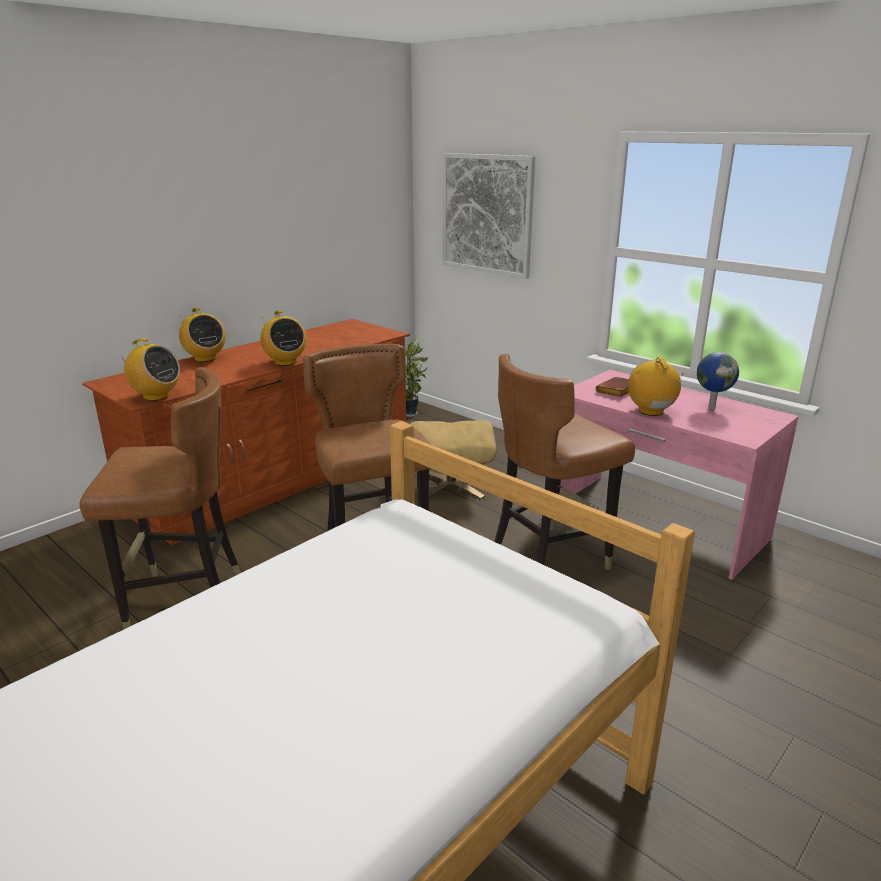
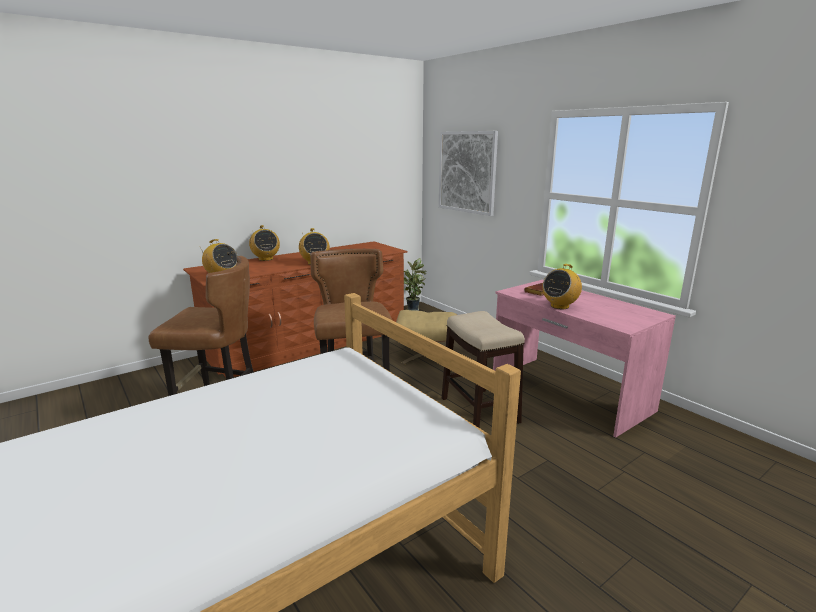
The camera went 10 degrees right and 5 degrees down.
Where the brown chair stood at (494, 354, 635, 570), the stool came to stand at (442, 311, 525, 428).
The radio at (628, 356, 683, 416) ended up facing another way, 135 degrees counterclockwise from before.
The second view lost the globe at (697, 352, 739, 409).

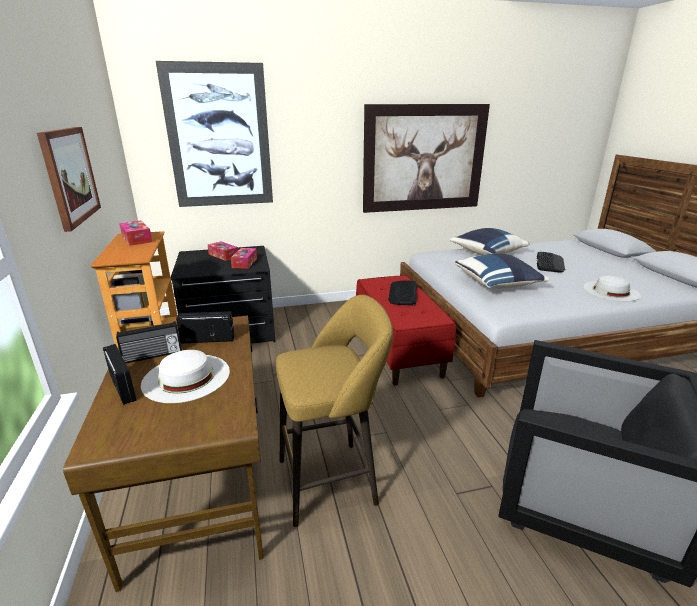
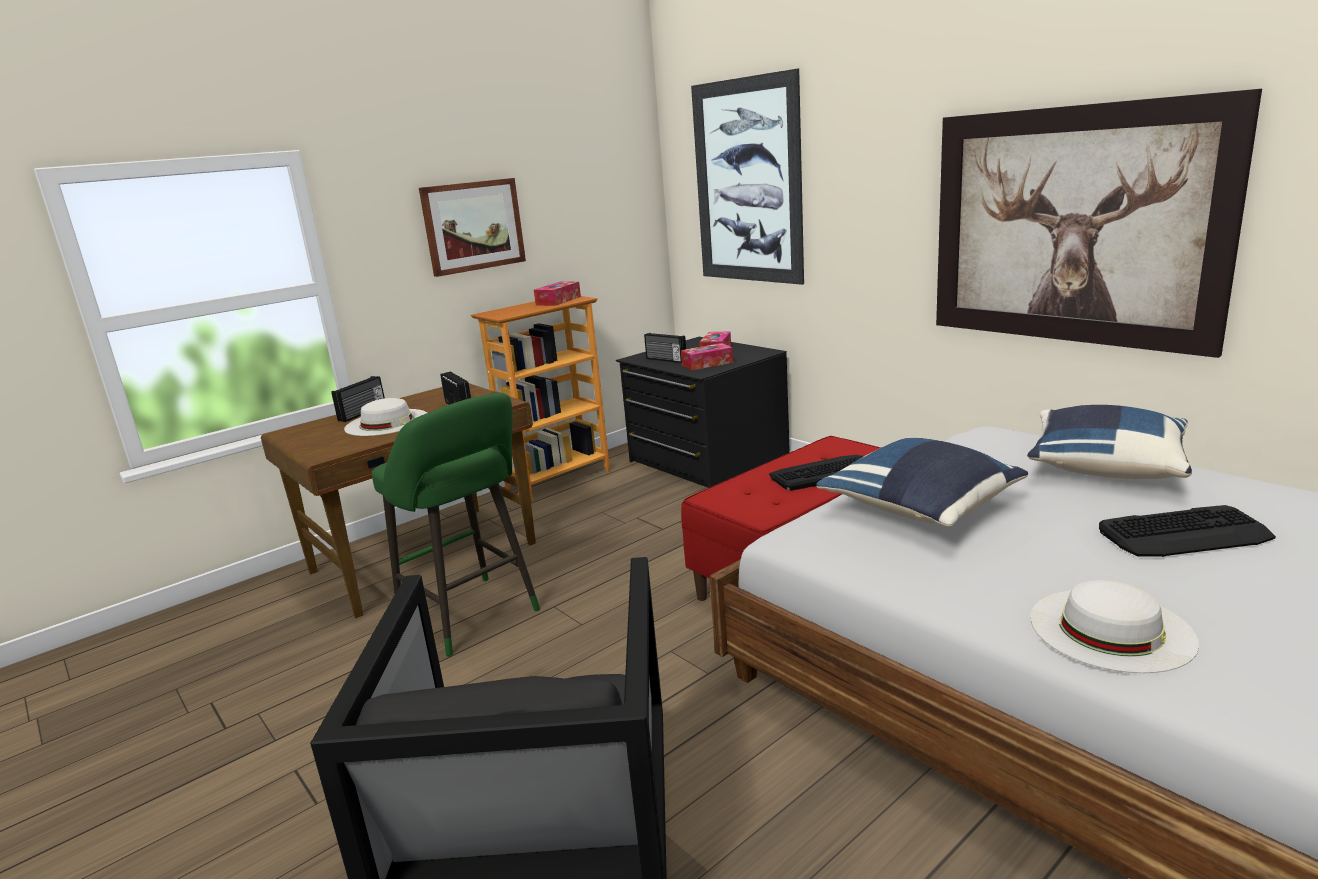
The camera went 65 degrees right and 5 degrees down.
The radio ended up elsewhere, having gone from (116, 321, 182, 364) to (644, 333, 686, 363).
What was the yellow stool at (276, 295, 393, 527) turned into the green stool at (372, 393, 540, 656).

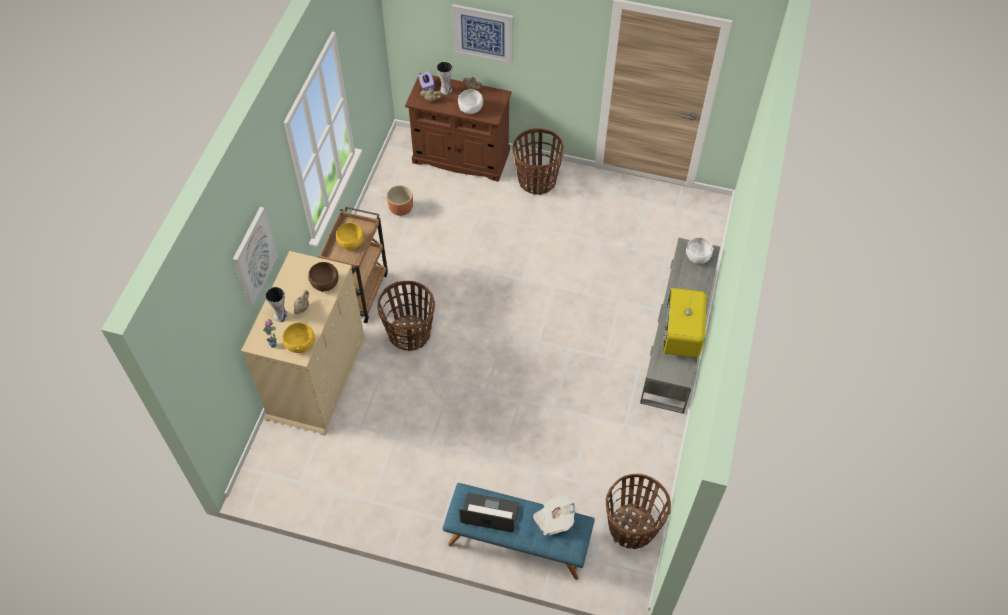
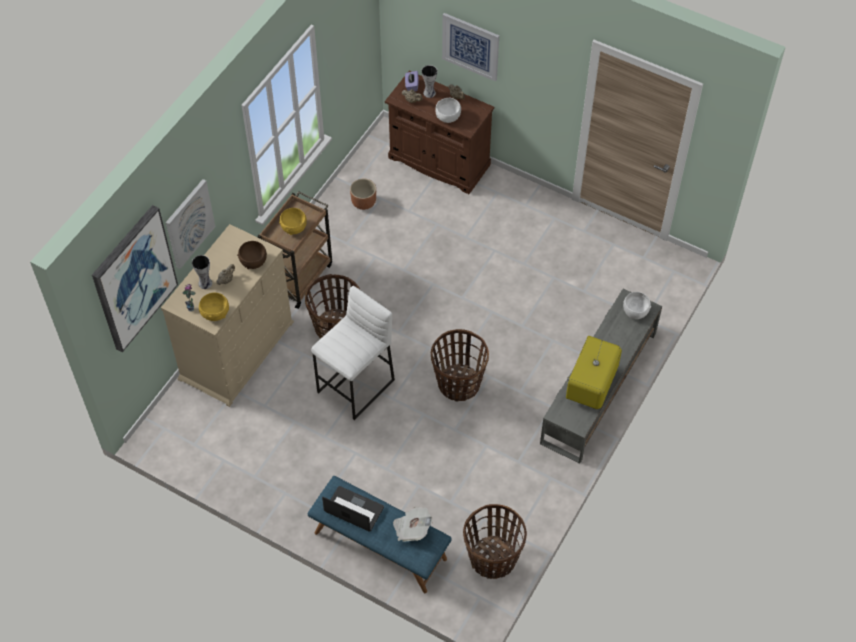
The camera went 15 degrees right and 0 degrees up.
The basket ended up elsewhere, having gone from (513, 128, 564, 195) to (431, 329, 489, 401).
The second view gained the picture at (92, 205, 178, 352).
The second view gained the white stool at (311, 286, 395, 420).

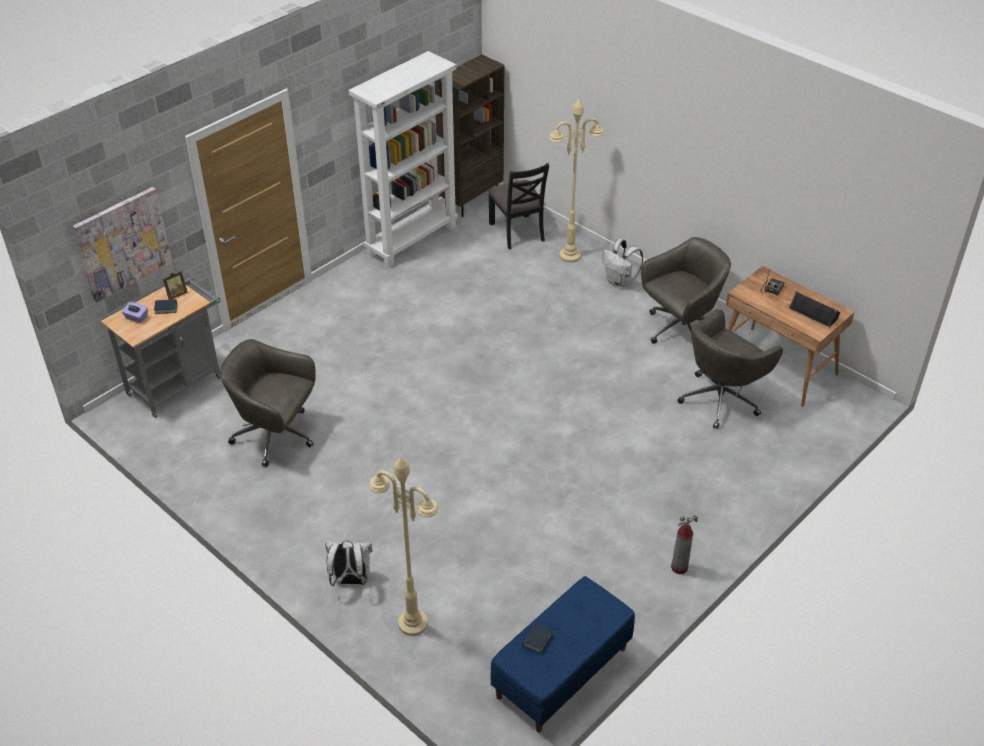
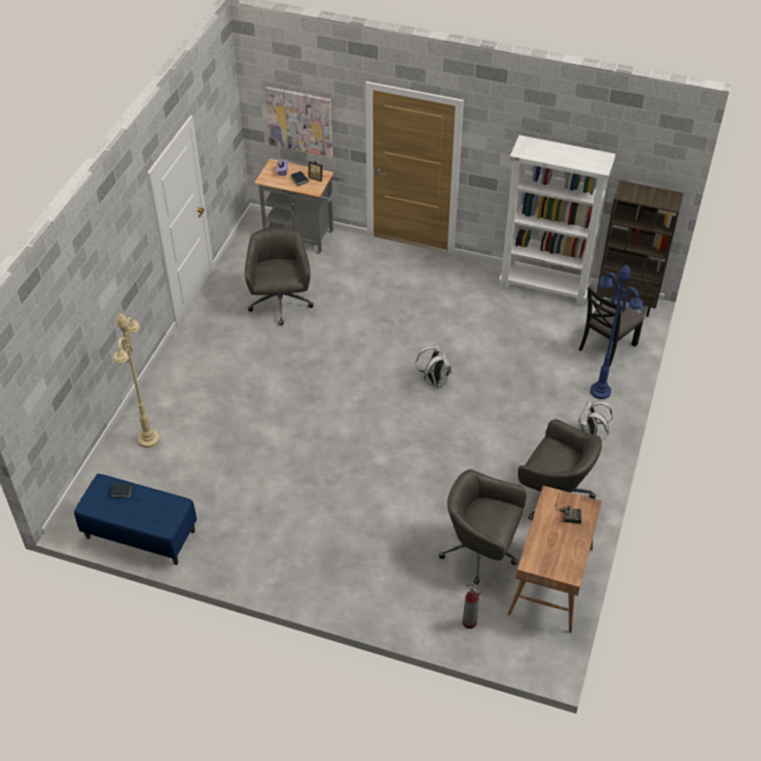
The camera went 65 degrees right and 5 degrees up.
The white backpack ended up elsewhere, having gone from (325, 540, 373, 586) to (415, 344, 452, 388).
What was the beige floor lamp at (549, 99, 604, 263) turned into the blue floor lamp at (590, 264, 643, 399).
The fire extinguisher ended up elsewhere, having gone from (671, 515, 698, 574) to (462, 582, 481, 629).
The second view lost the black speaker at (789, 291, 840, 328).

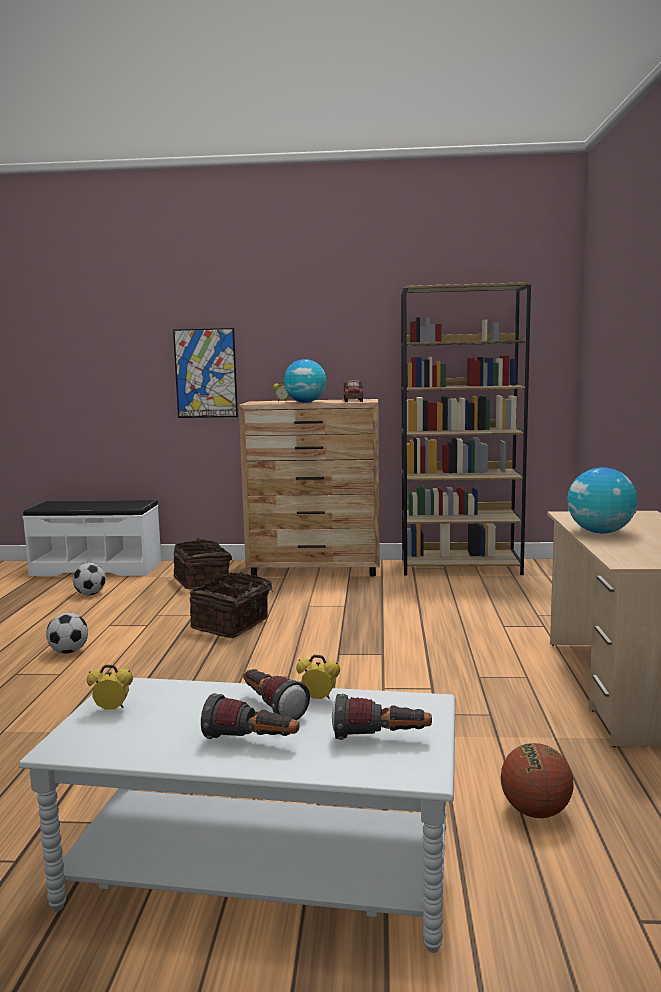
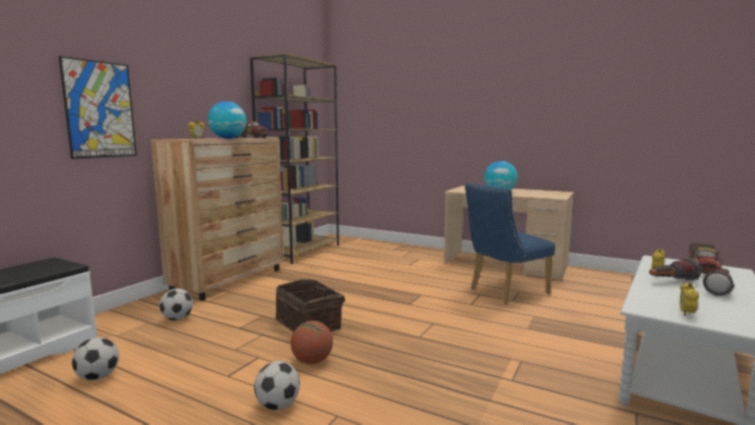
The camera went 65 degrees left and 0 degrees up.
Where the basket stood at (174, 538, 232, 589), the football came to stand at (159, 289, 193, 320).
Where the flashlight stood at (332, 694, 432, 740), the toy truck came to stand at (689, 242, 721, 274).
The basketball ended up elsewhere, having gone from (501, 743, 574, 818) to (291, 321, 333, 364).
The second view gained the blue chair at (465, 183, 555, 304).

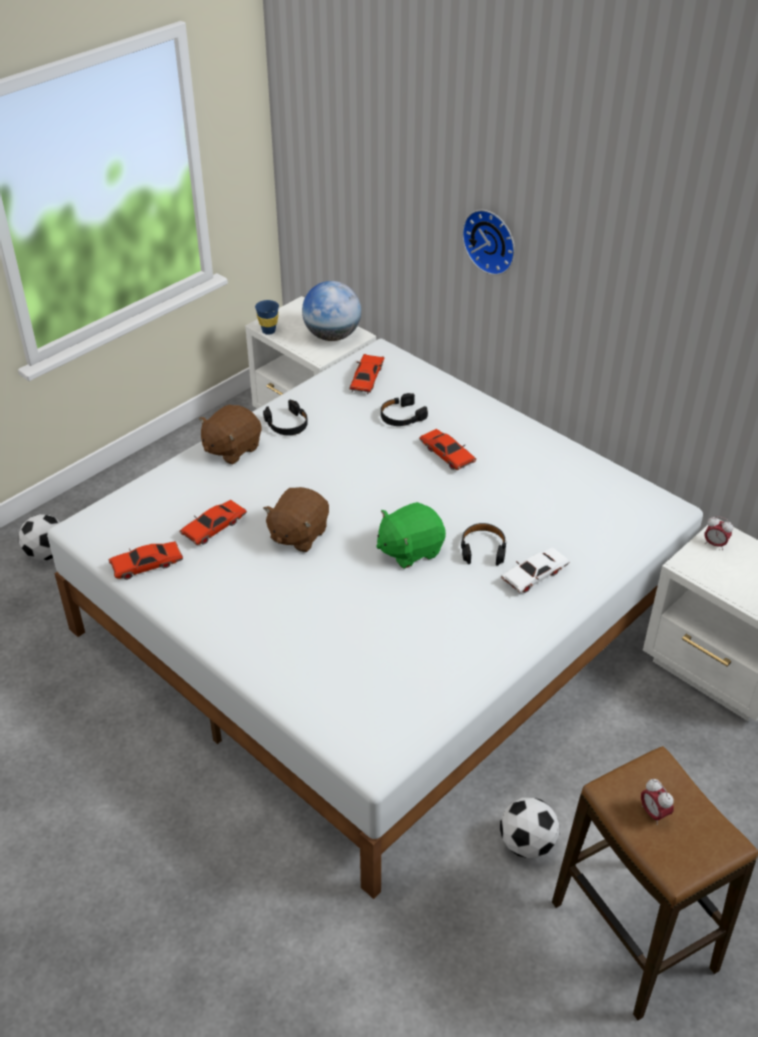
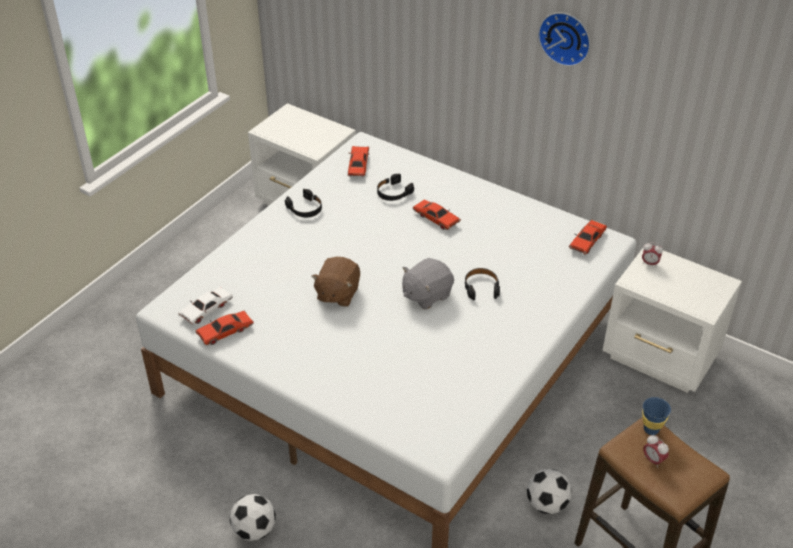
The camera went 10 degrees left and 0 degrees up.
The football ended up elsewhere, having gone from (19, 514, 61, 561) to (230, 494, 276, 541).
The red toy car ended up elsewhere, having gone from (179, 500, 247, 545) to (569, 220, 607, 255).
The second view lost the brown plush toy at (199, 405, 262, 464).
The blue cup ended up elsewhere, having gone from (255, 300, 279, 335) to (642, 397, 671, 435).
The second view lost the globe at (302, 281, 361, 341).
What was the green plush toy at (376, 502, 446, 569) turned into the grey plush toy at (402, 258, 454, 310).
The wall clock ended up elsewhere, having gone from (462, 210, 515, 275) to (538, 12, 590, 66).
The white toy car ended up elsewhere, having gone from (501, 547, 569, 593) to (178, 287, 233, 325).

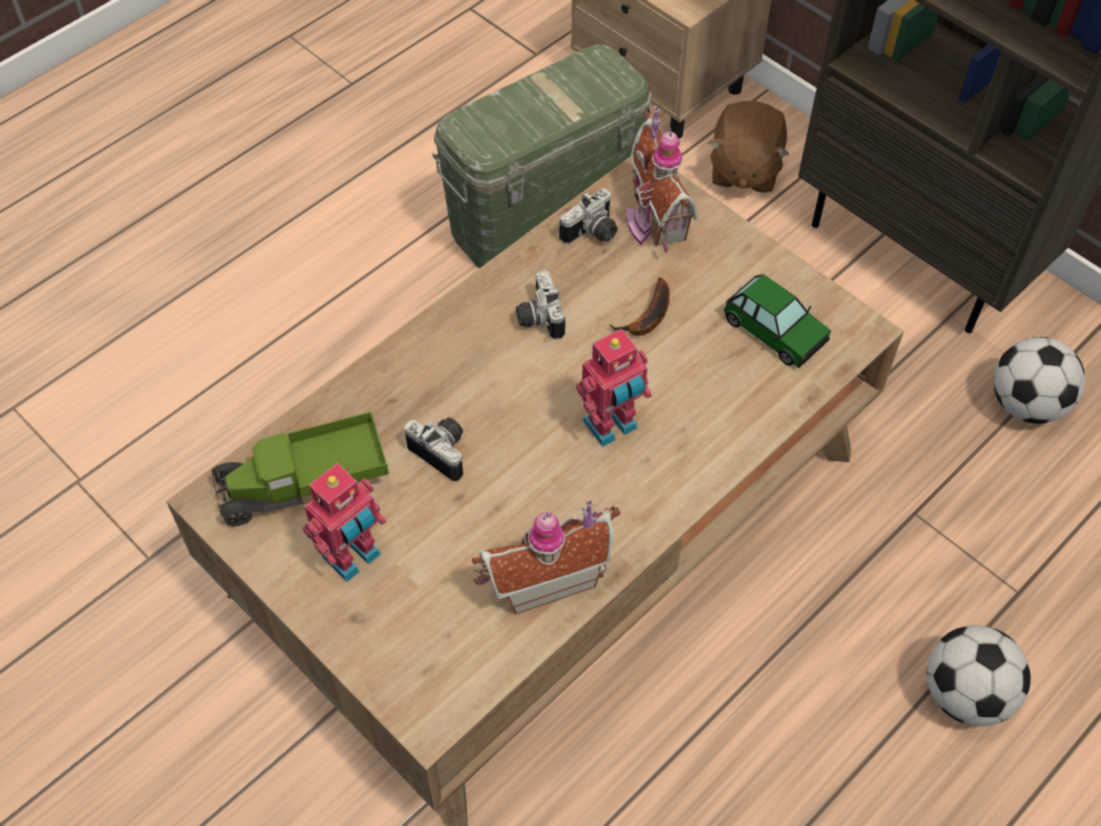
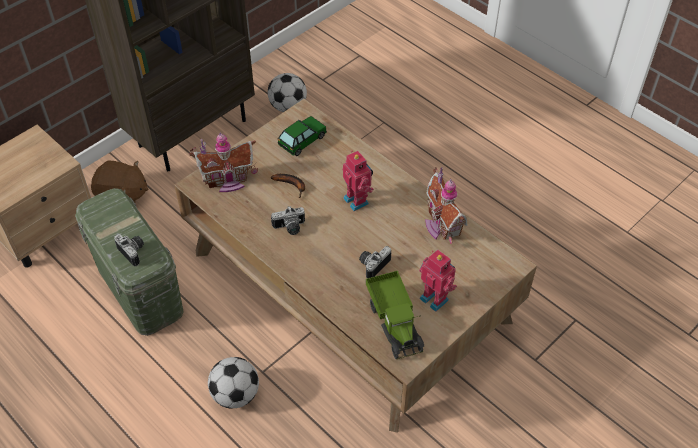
The camera went 90 degrees left and 5 degrees down.
The photo camera ended up elsewhere, having gone from (559, 189, 618, 244) to (114, 234, 144, 266).
The football ended up elsewhere, having gone from (927, 625, 1031, 726) to (208, 357, 259, 409).

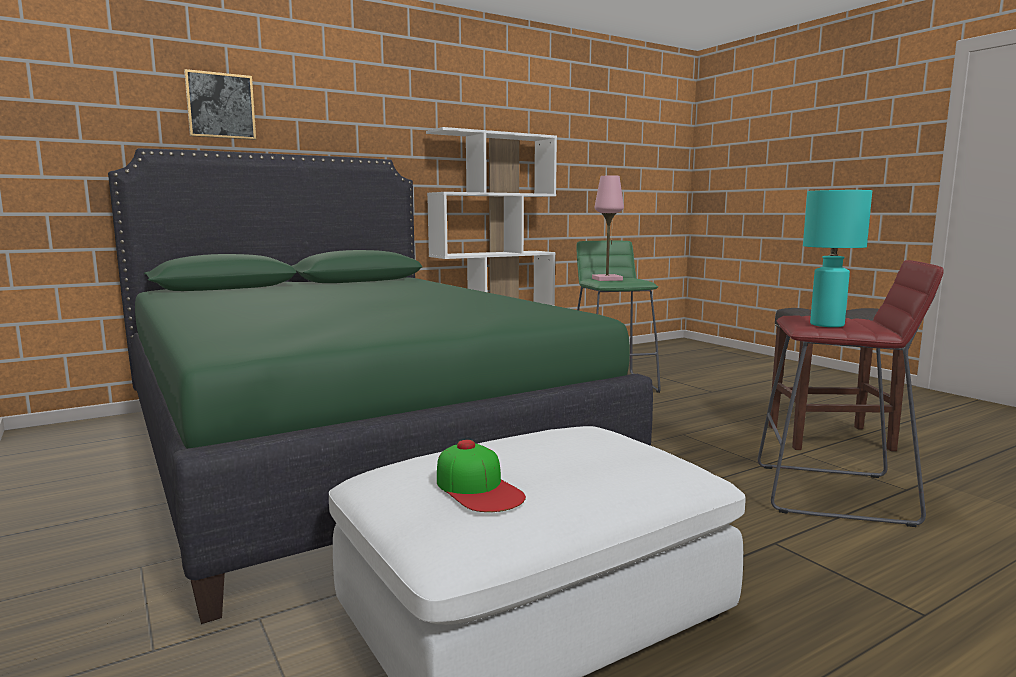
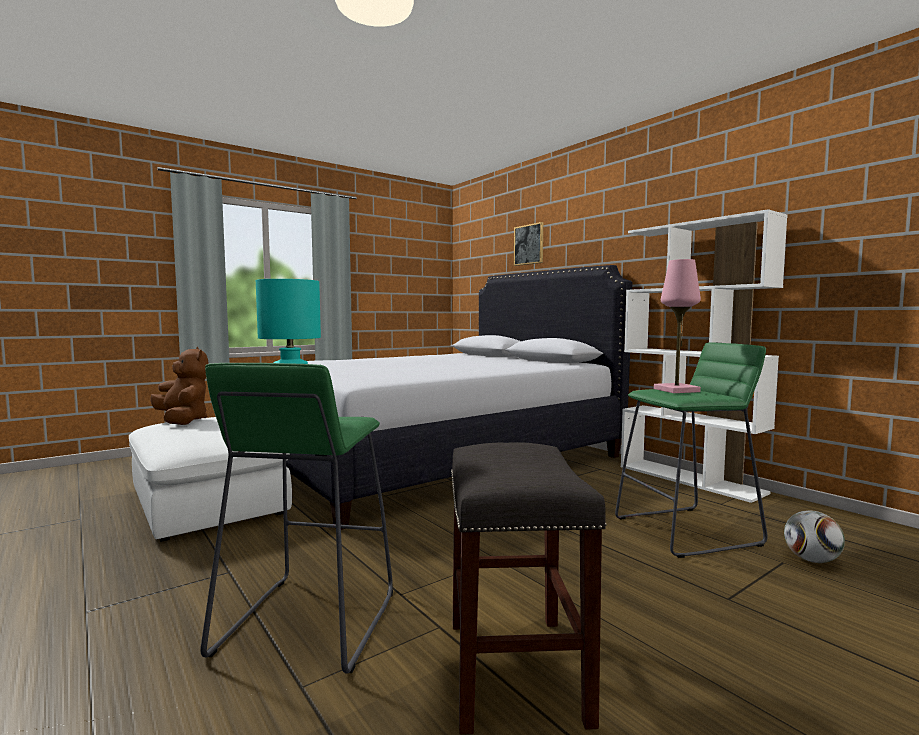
The camera went 85 degrees right and 5 degrees down.
What was the green bed at (108, 148, 653, 624) turned into the white bed at (286, 265, 633, 530).
Where the cap stood at (437, 440, 526, 512), the brown plush toy came to stand at (150, 347, 208, 425).
What was the red stool at (758, 260, 944, 527) turned into the green stool at (201, 363, 393, 673).
The second view gained the football at (784, 510, 845, 563).

